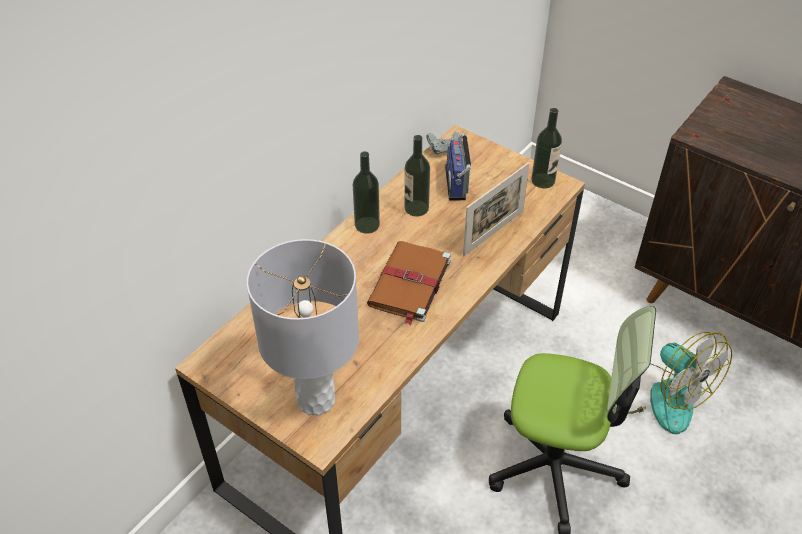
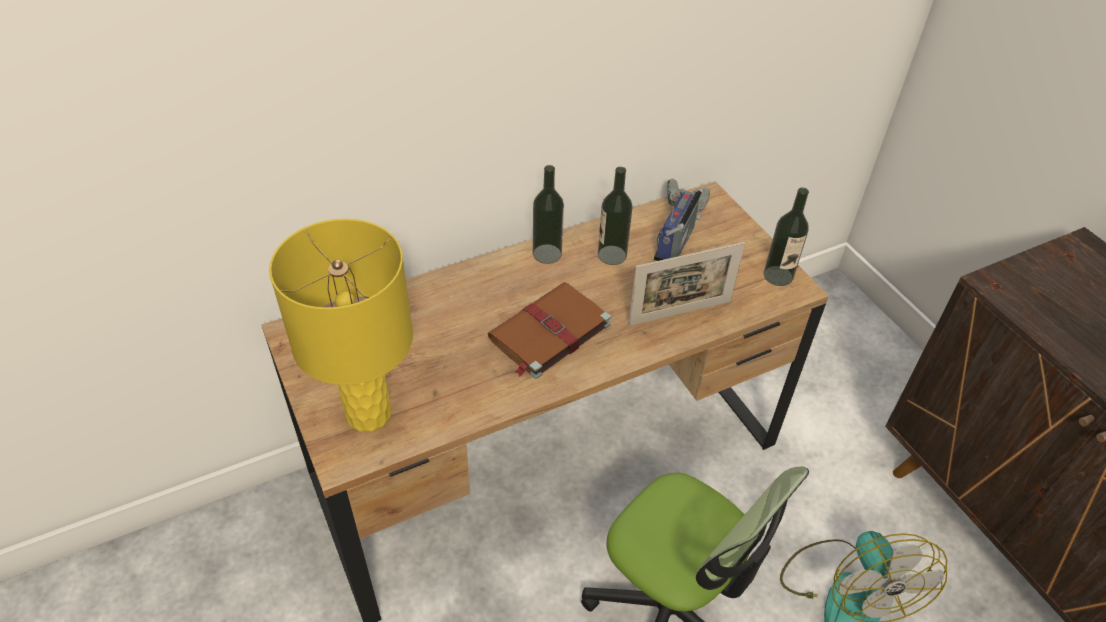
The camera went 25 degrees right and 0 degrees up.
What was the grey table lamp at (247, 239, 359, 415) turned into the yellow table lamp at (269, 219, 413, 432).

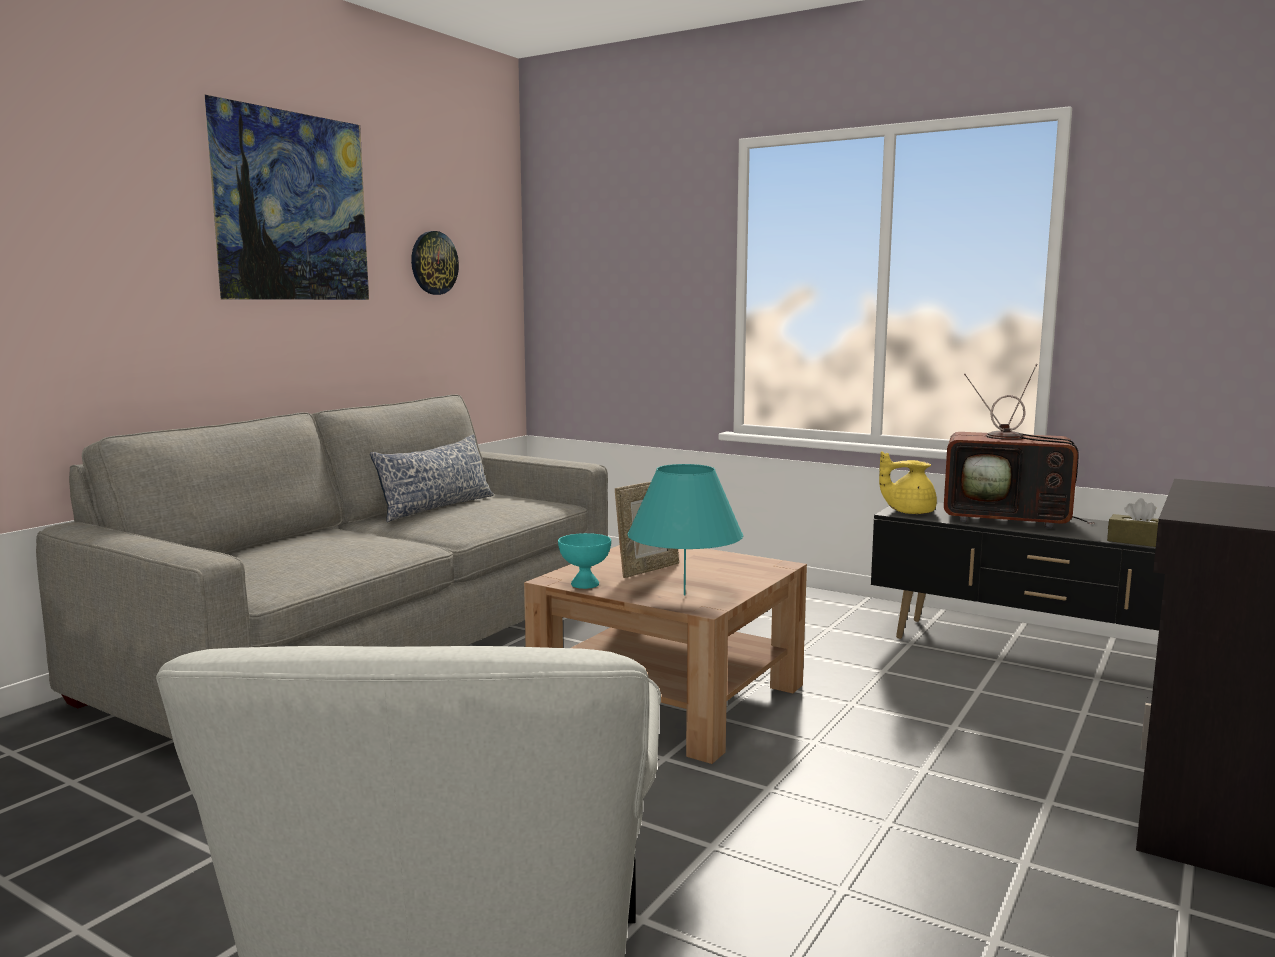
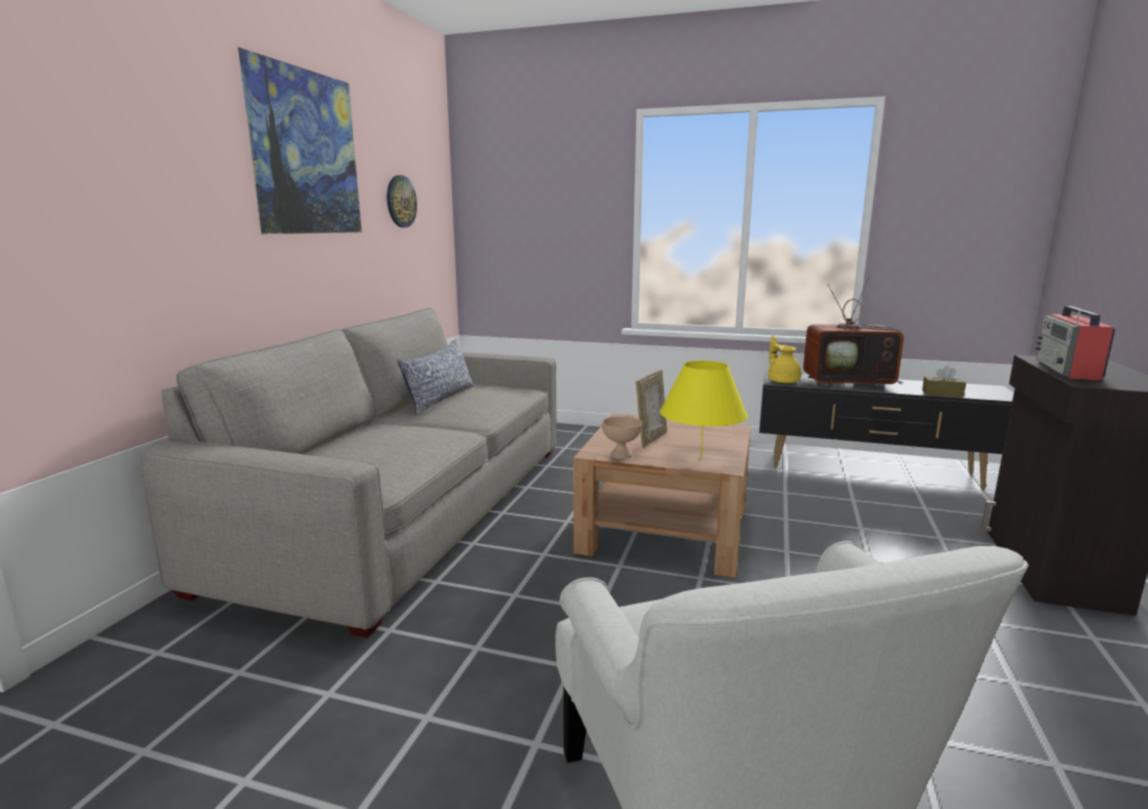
The camera went 15 degrees left and 5 degrees up.
What was the turquoise bowl at (558, 533, 611, 589) turned into the beige bowl at (601, 416, 642, 459).
What was the turquoise table lamp at (627, 464, 743, 595) turned into the yellow table lamp at (660, 361, 748, 458).
The yellow teapot at (879, 452, 937, 514) ended up facing another way, 90 degrees clockwise from before.
The second view gained the radio at (1035, 306, 1115, 381).

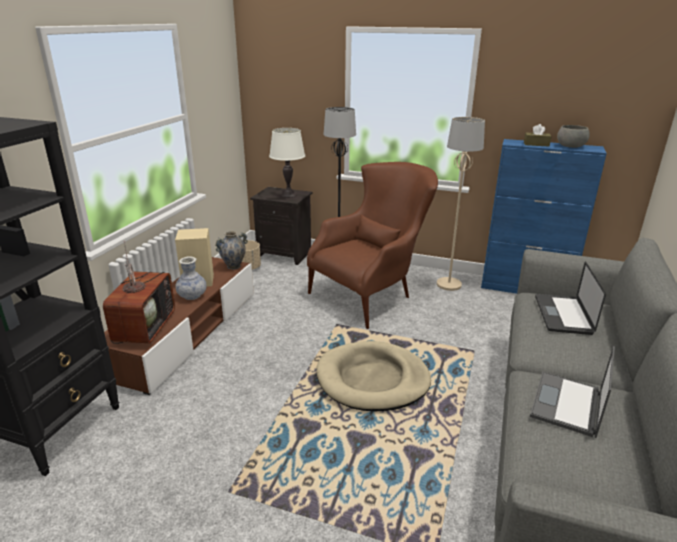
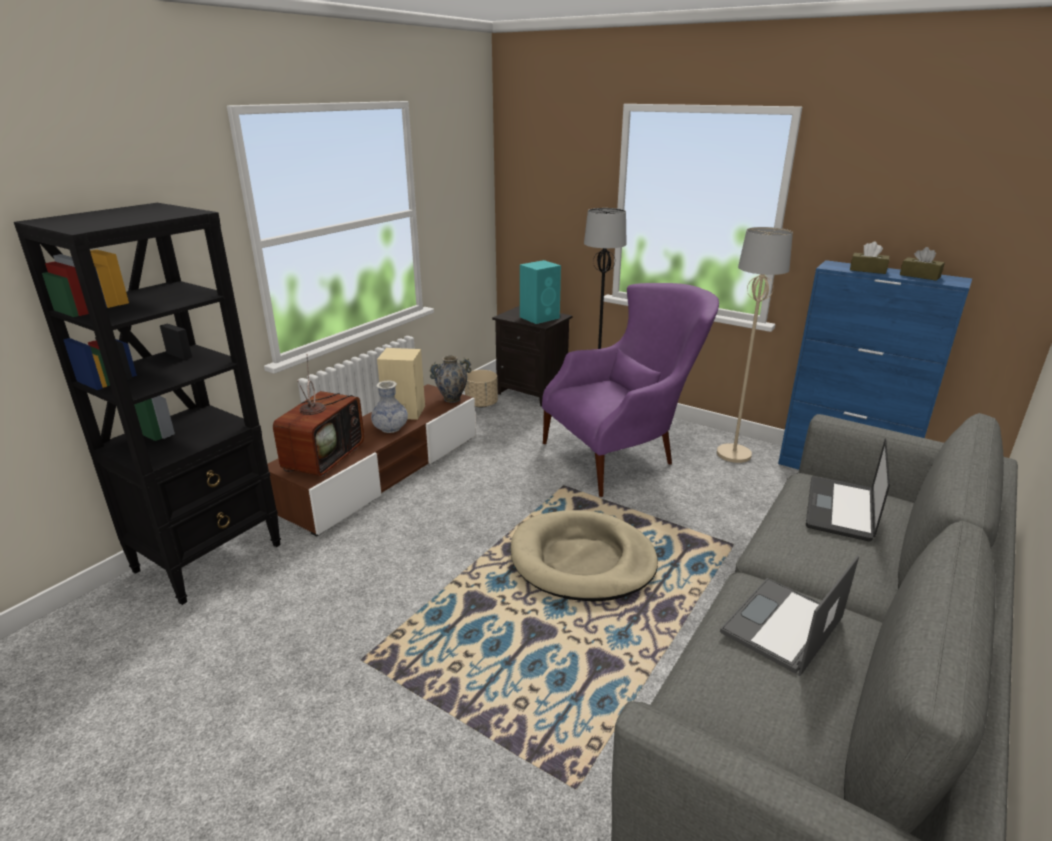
The camera went 15 degrees right and 0 degrees up.
Where the white table lamp stood at (269, 128, 305, 198), the turquoise speaker came to stand at (520, 260, 561, 324).
What was the brown armchair at (307, 162, 438, 329) turned into the purple armchair at (542, 283, 719, 497).
Where the grey bowl stood at (557, 125, 590, 148), the brown tissue box came to stand at (900, 247, 945, 281).

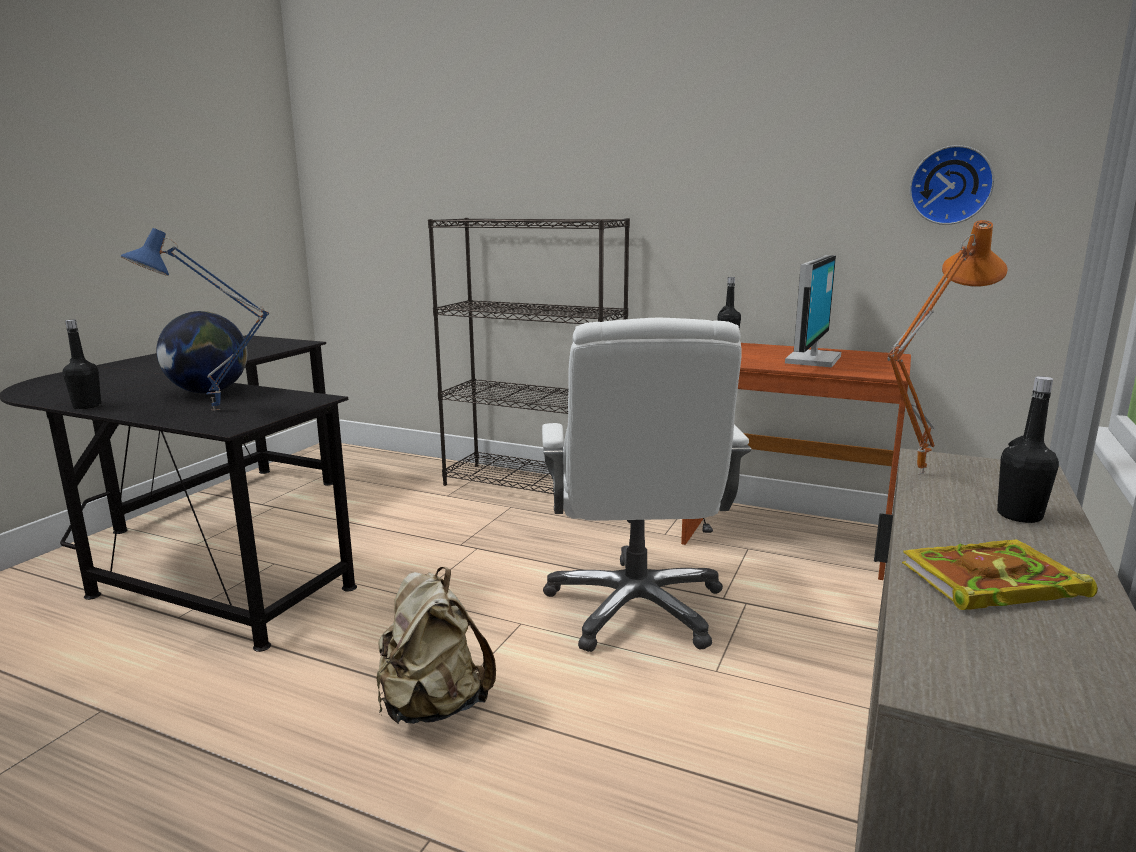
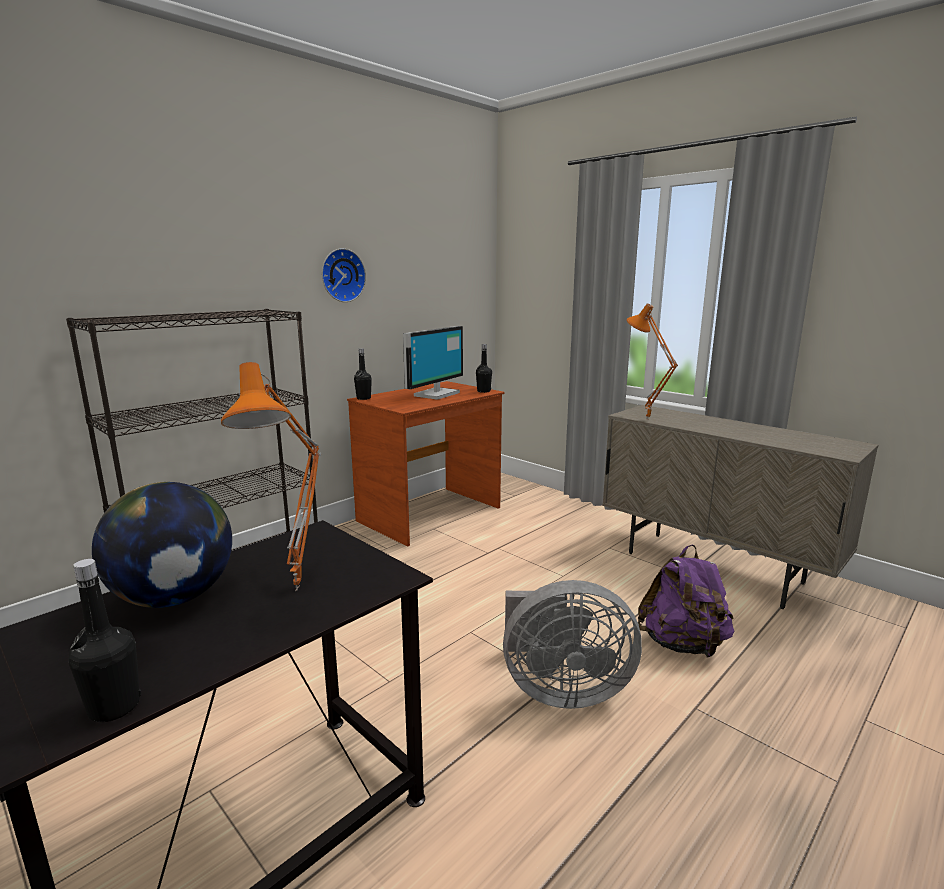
The camera went 70 degrees left and 0 degrees up.
What was the blue table lamp at (121, 228, 269, 411) turned into the orange table lamp at (221, 362, 321, 591).
Where the beige backpack stood at (377, 567, 496, 724), the grey fan came to stand at (503, 580, 642, 709).
The second view lost the white office chair at (542, 318, 751, 652).
The monitor at (785, 255, 841, 367) ended up facing another way, 75 degrees clockwise from before.
The second view lost the book at (902, 539, 1098, 610).
The wall clock ended up elsewhere, having gone from (909, 145, 994, 225) to (322, 248, 366, 302).
The black bottle ended up elsewhere, having gone from (997, 376, 1059, 523) to (476, 344, 492, 393).
The second view gained the purple backpack at (638, 544, 734, 658).

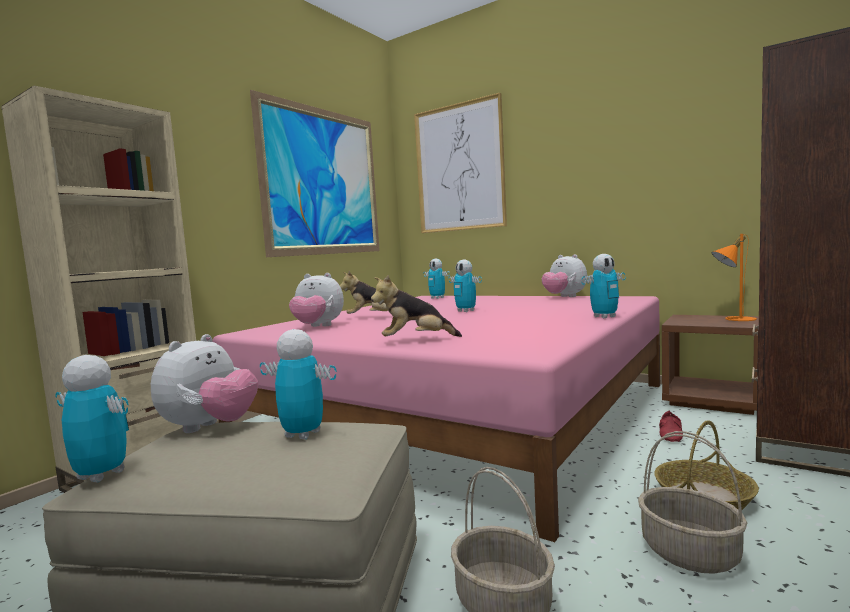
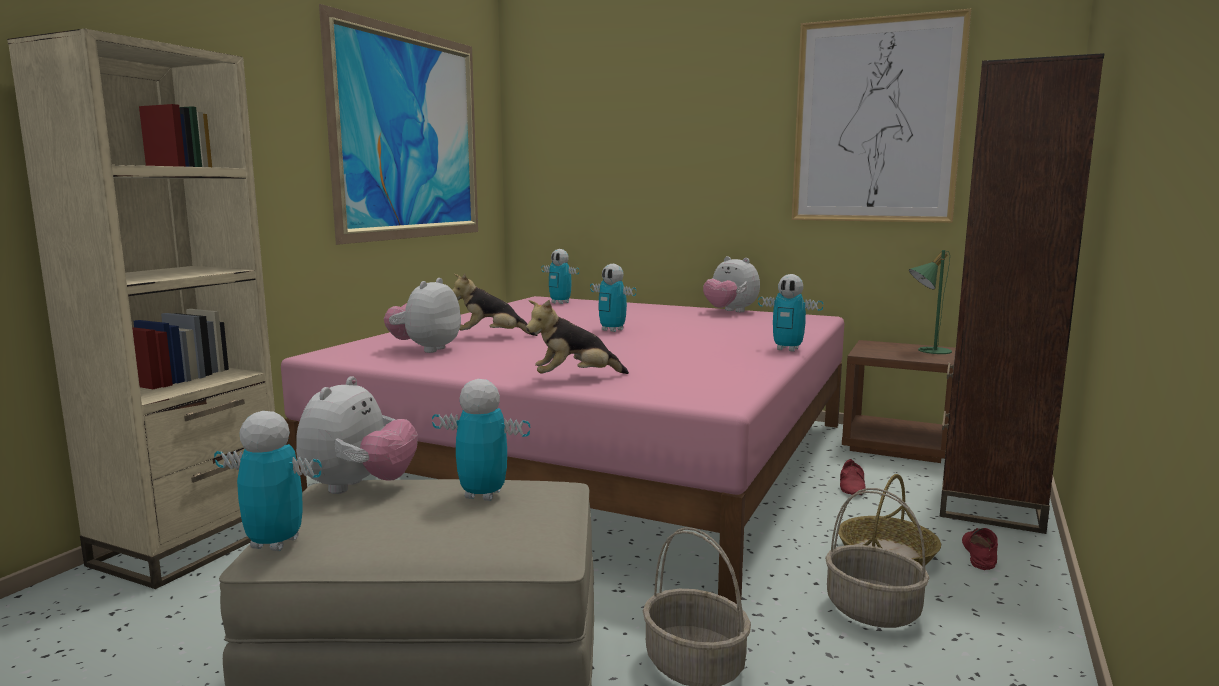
The camera went 10 degrees left and 5 degrees up.
The plush toy at (289, 273, 344, 327) ended up facing another way, 105 degrees clockwise from before.
The picture ended up elsewhere, having gone from (414, 93, 507, 233) to (792, 9, 971, 223).
The toy robot at (581, 254, 626, 318) ended up facing another way, 60 degrees clockwise from before.
What was the orange table lamp at (712, 234, 757, 321) turned into the green table lamp at (909, 250, 952, 354).
The second view gained the red shoe at (962, 528, 998, 570).

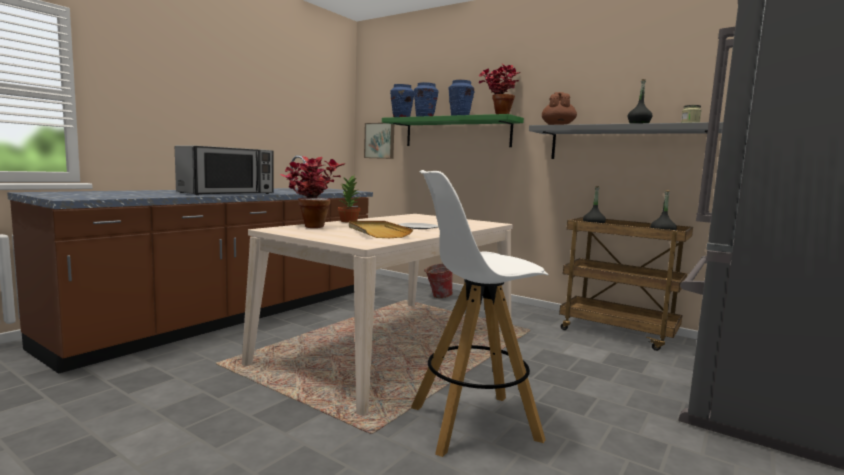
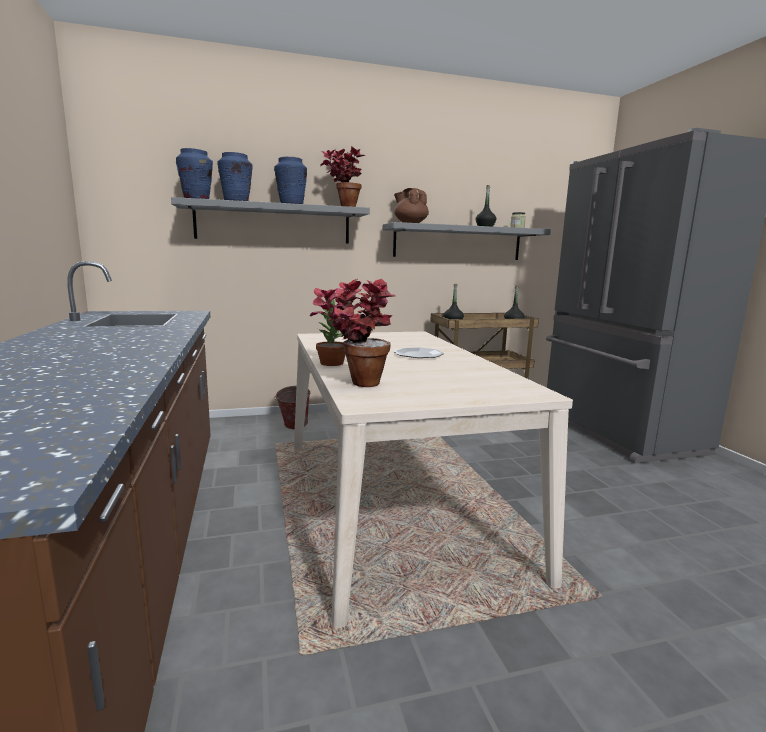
The camera went 50 degrees left and 5 degrees up.
The second view lost the microwave at (175, 145, 274, 195).
The second view lost the beige tray at (349, 221, 413, 238).
The second view lost the picture at (364, 123, 394, 159).
What was the green shelf at (382, 114, 524, 147) turned into the grey shelf at (171, 197, 370, 244).
The second view lost the white stool at (411, 170, 549, 457).

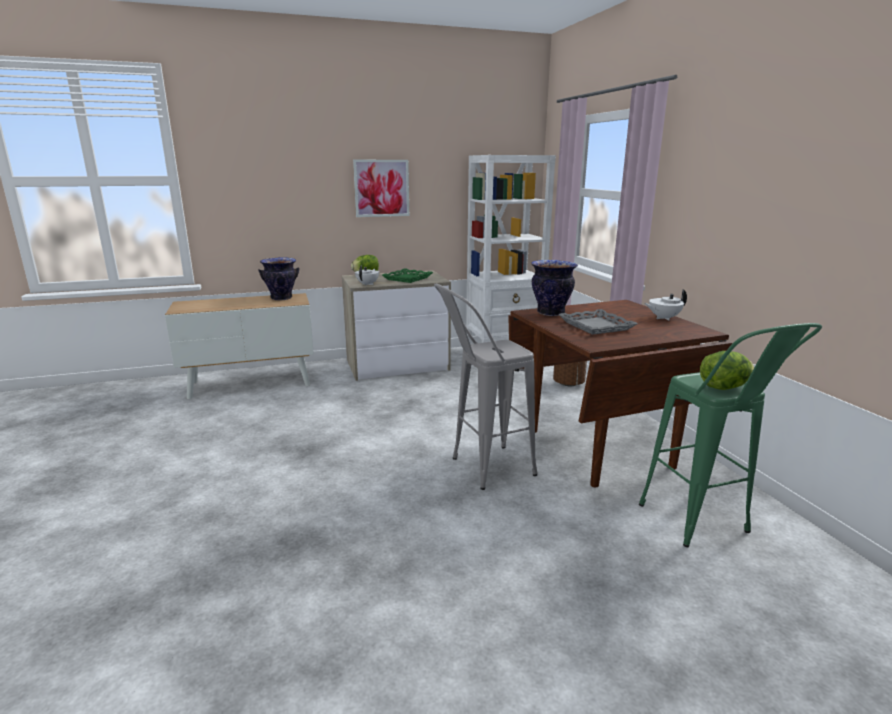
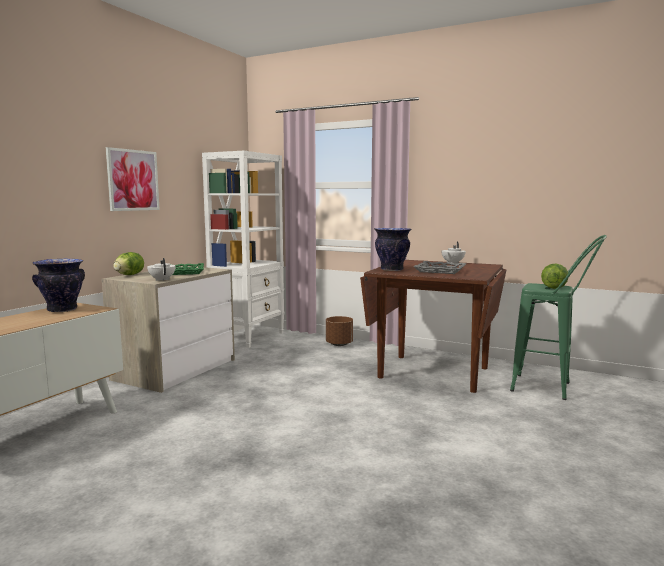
The camera went 45 degrees left and 10 degrees down.
The second view lost the grey stool at (434, 284, 537, 490).

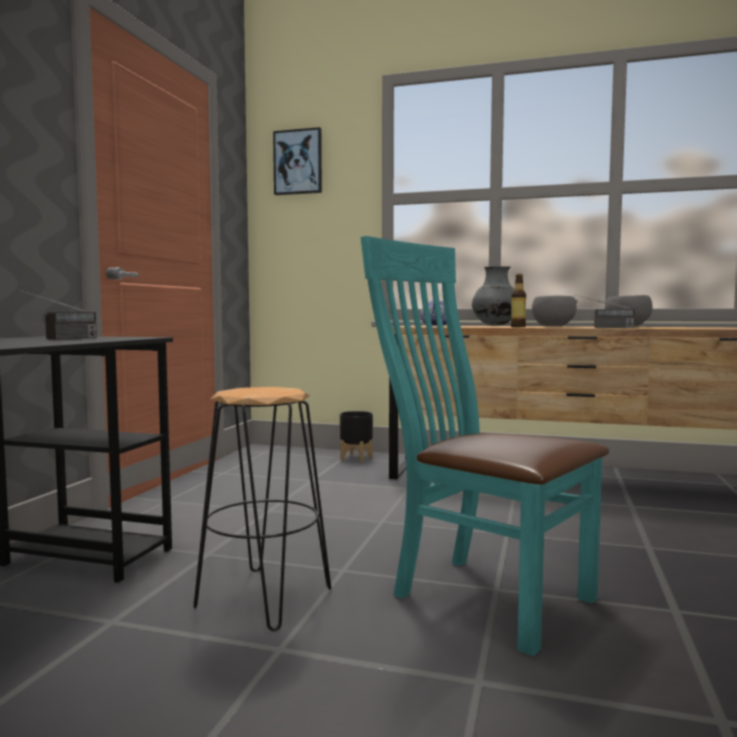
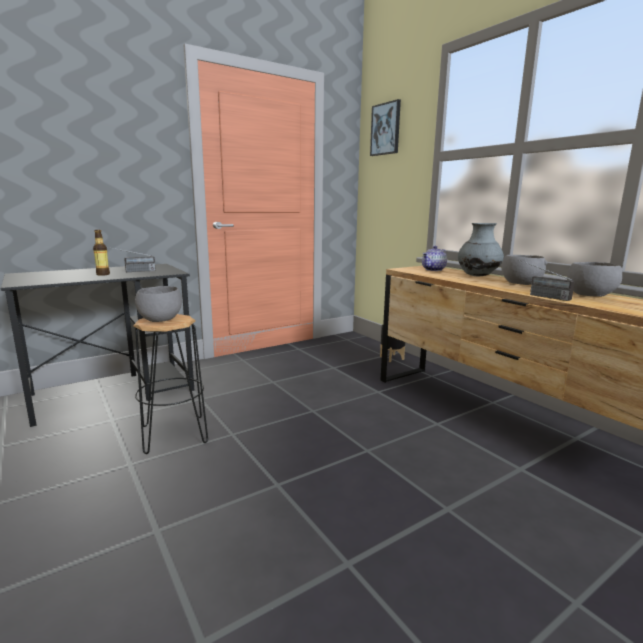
The camera went 40 degrees right and 10 degrees up.
The second view lost the turquoise chair at (361, 236, 609, 656).
The bottle ended up elsewhere, having gone from (511, 274, 526, 327) to (93, 230, 110, 276).
The second view gained the grey bowl at (135, 286, 182, 322).

